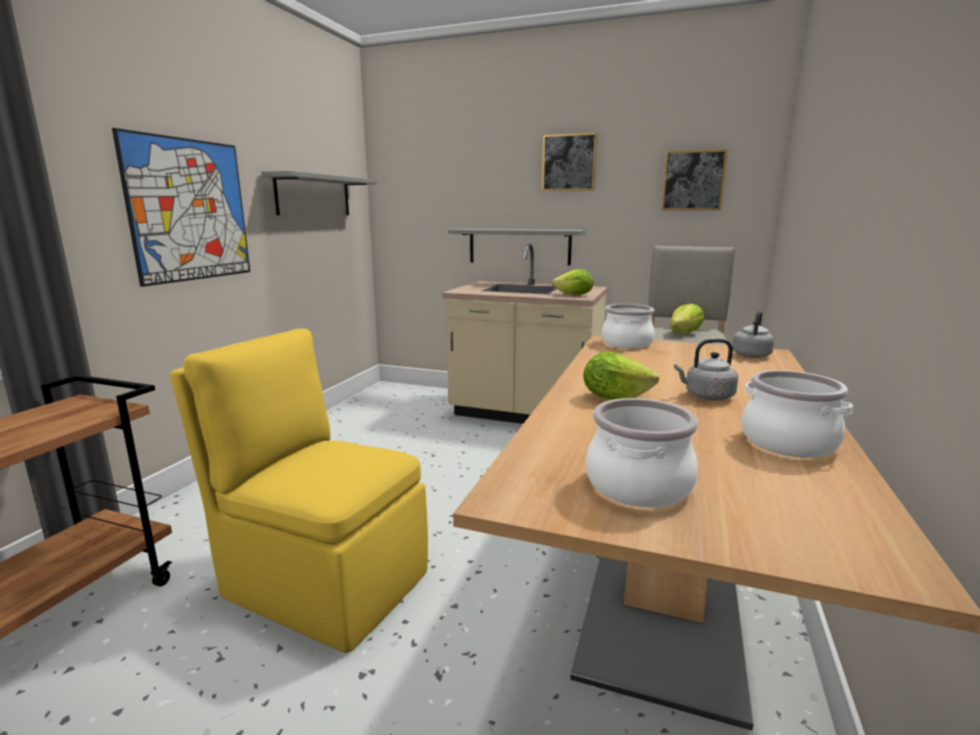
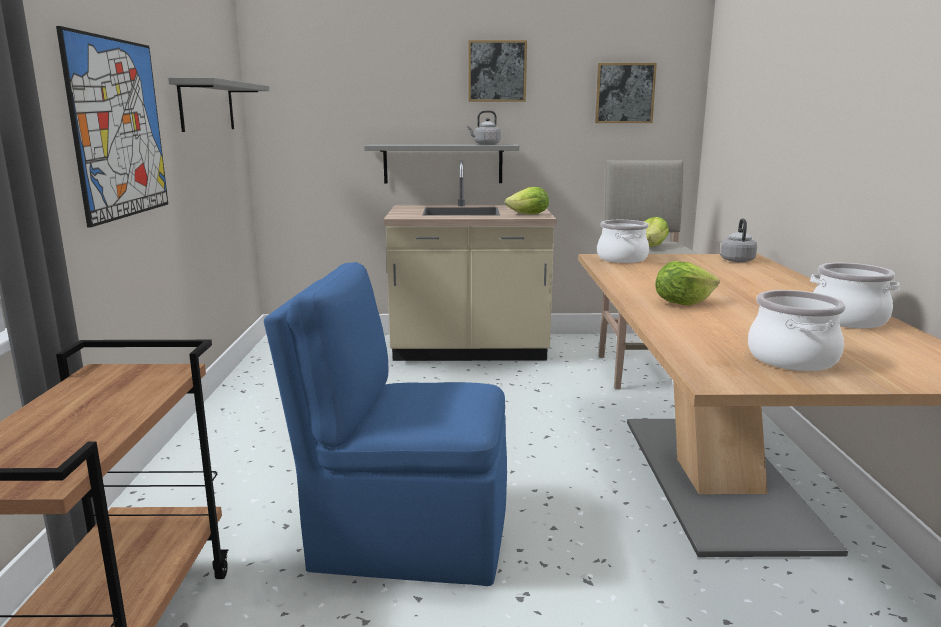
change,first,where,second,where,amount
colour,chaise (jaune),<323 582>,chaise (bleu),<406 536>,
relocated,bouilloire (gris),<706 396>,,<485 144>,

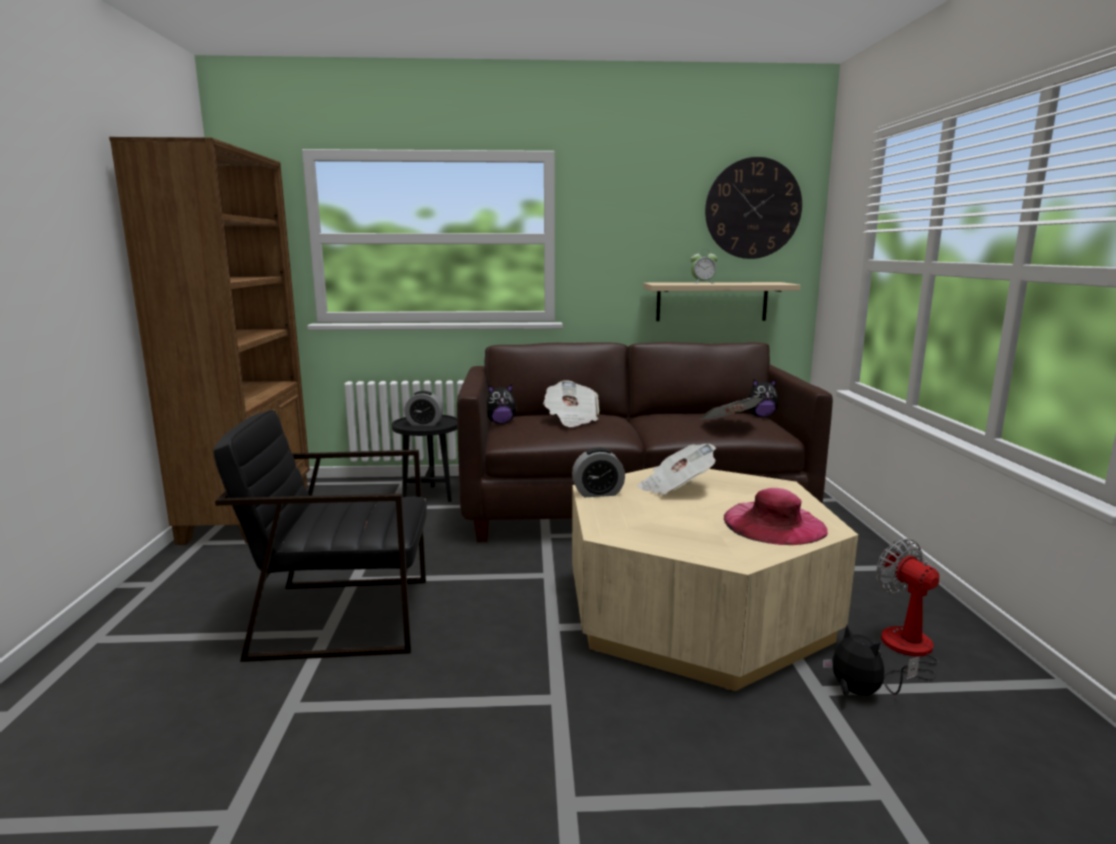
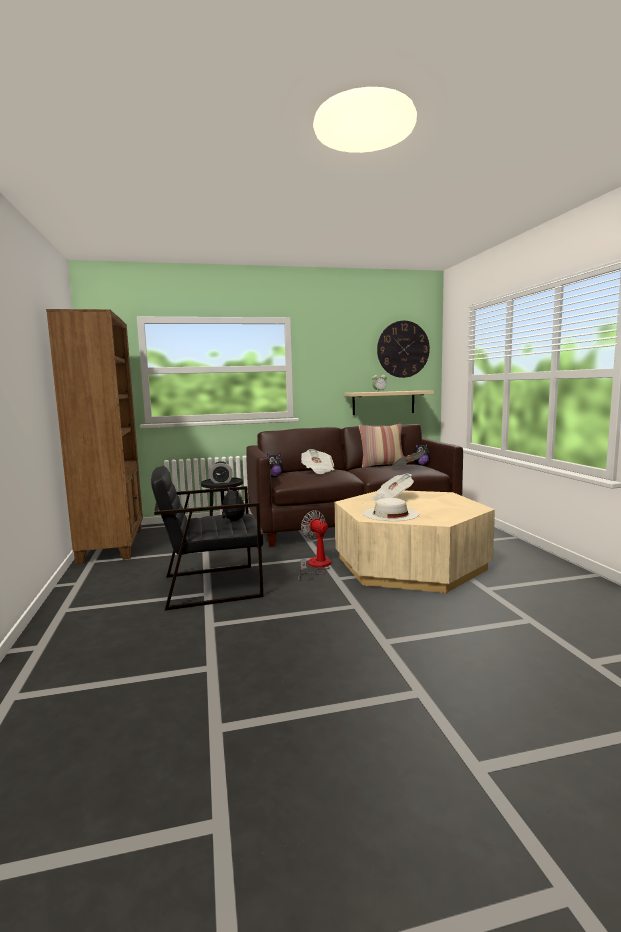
change,first,where,second,where,amount
missing,réveil,<598 493>,,,
missing,chapeau (rose),<774 523>,,,
relocated,ventilateur,<905 652>,,<316 566>,
relocated,peluche,<852 691>,,<232 520>,
appeared,,,coussin,<382 465>,
appeared,,,chapeau (blanc),<390 514>,

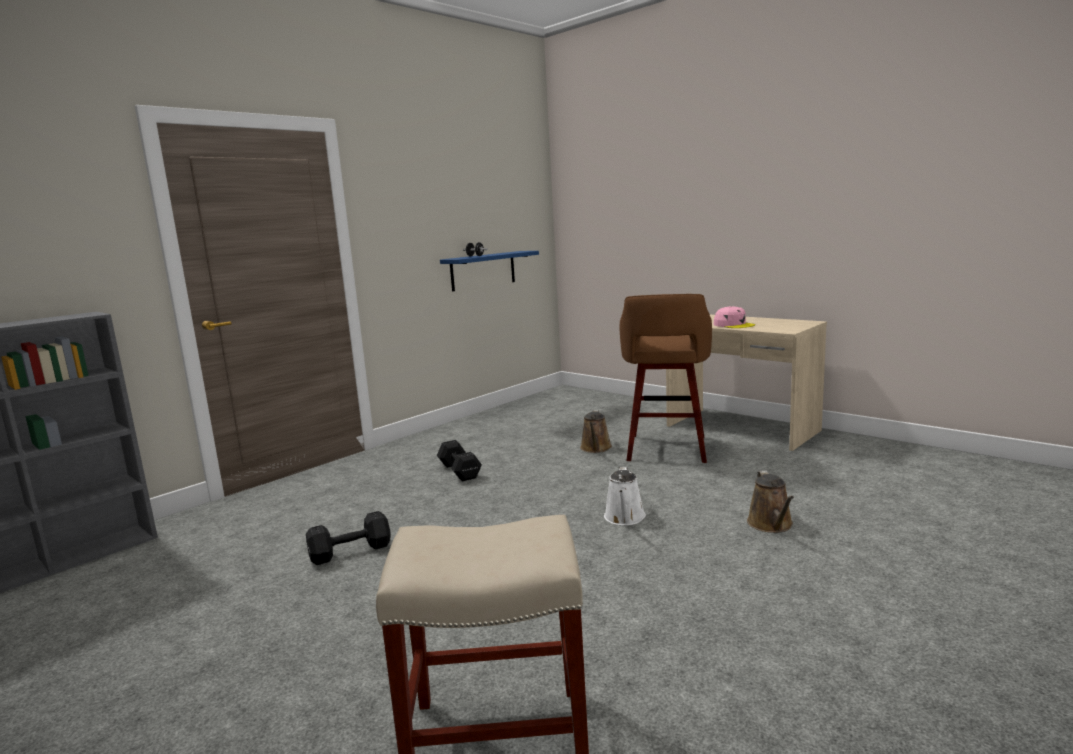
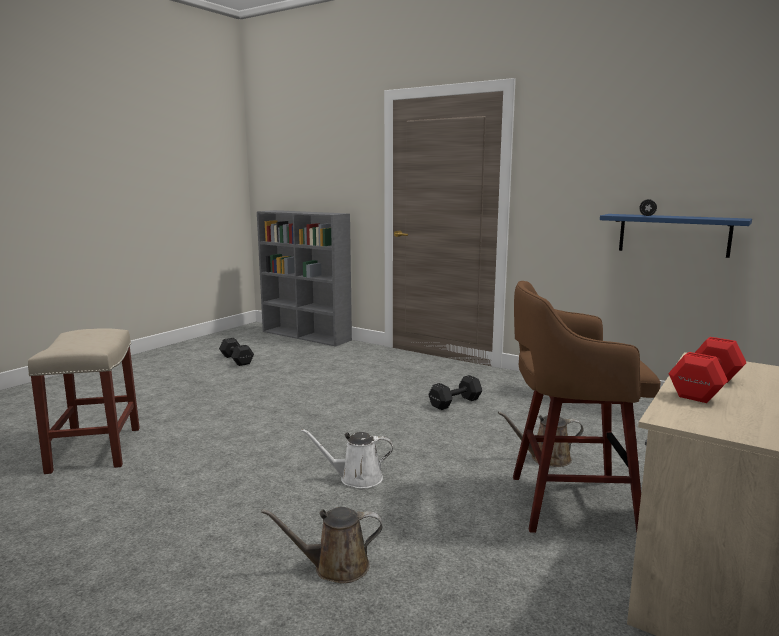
change,first,where,second,where,amount
exchanged,casquette (rose),<733 325>,haltère (rouge),<707 387>,
relocated,haltère (noir),<348 552>,,<236 359>,

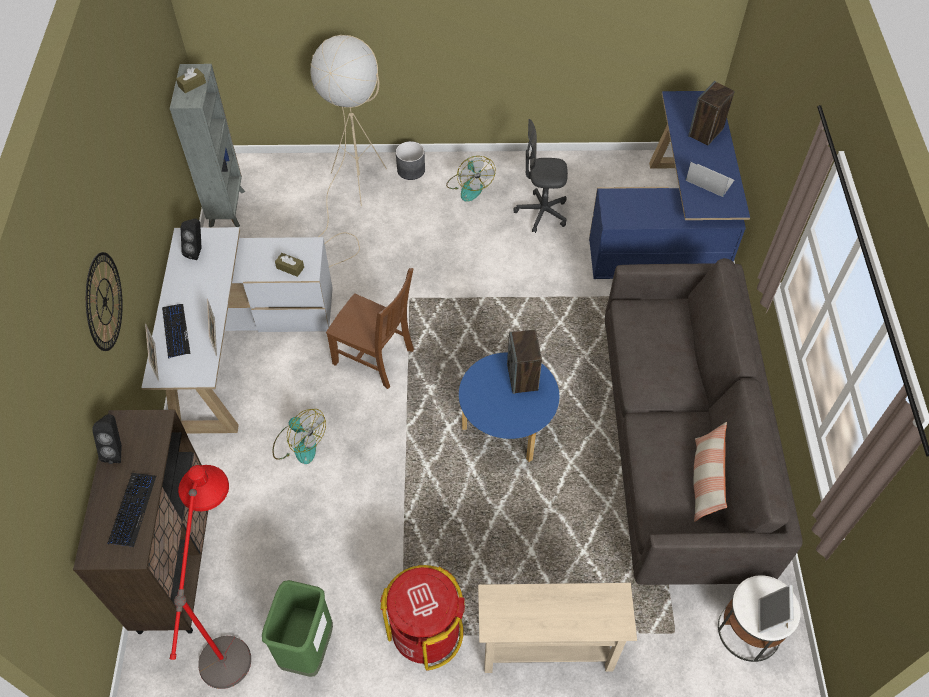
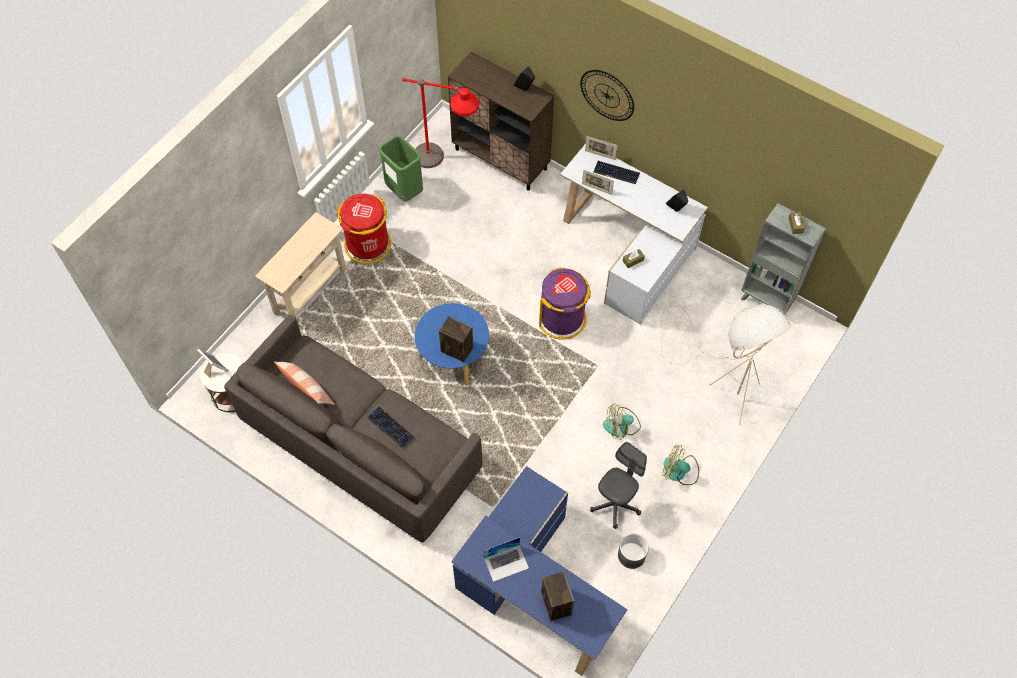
change,first,where,second,where,amount
relocated,cache-pot (gris),<411 169>,,<631 555>,
exchanged,chaise (marron),<376 358>,poubelle (violet),<562 318>,
relocated,ventilateur,<299 443>,,<621 426>,
relocated,clavier,<132 509>,,<390 427>,

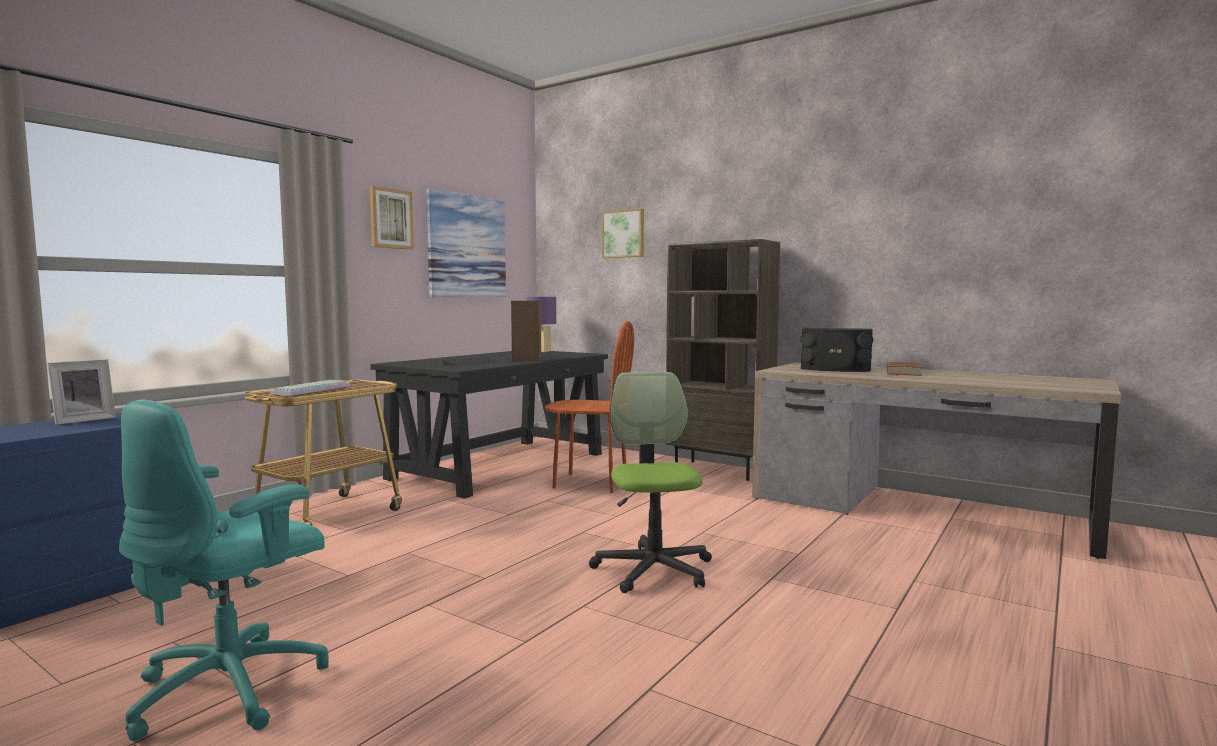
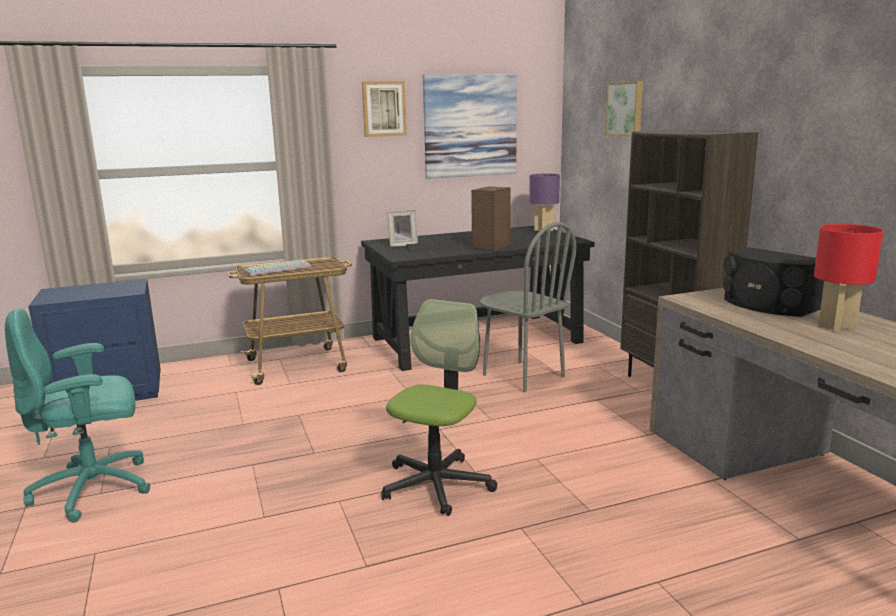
change,first,where,second,where,amount
colour,chaise (marron),<590 482>,chaise (gris),<523 376>,
relocated,cadre photo,<83 420>,,<402 245>,
exchanged,livre (marron),<903 372>,lampe de table (rouge),<836 326>,

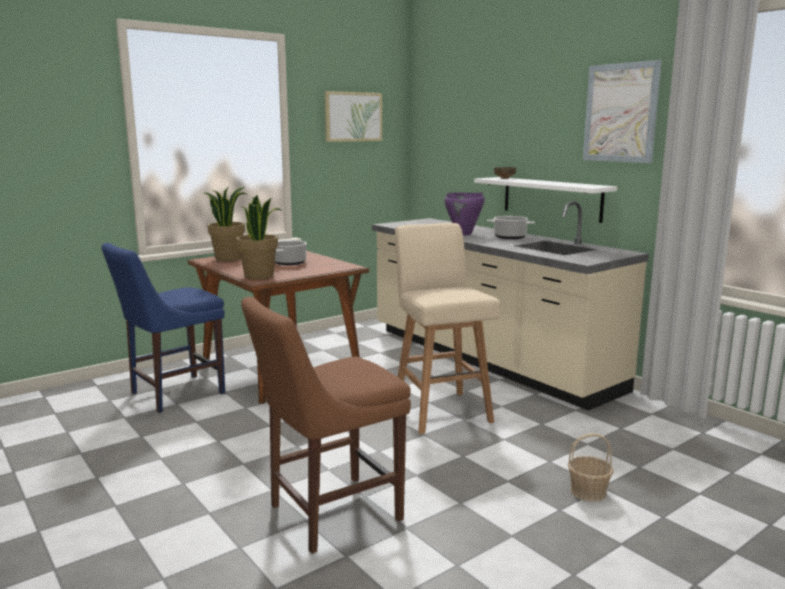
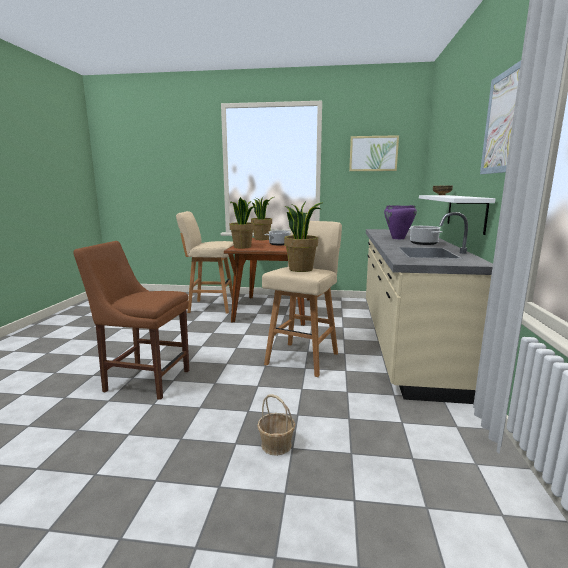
change,first,where,second,where,amount
exchanged,chaise (bleu),<173 394>,tabouret (beige),<210 306>,
appeared,,,plante en pot,<301 269>,

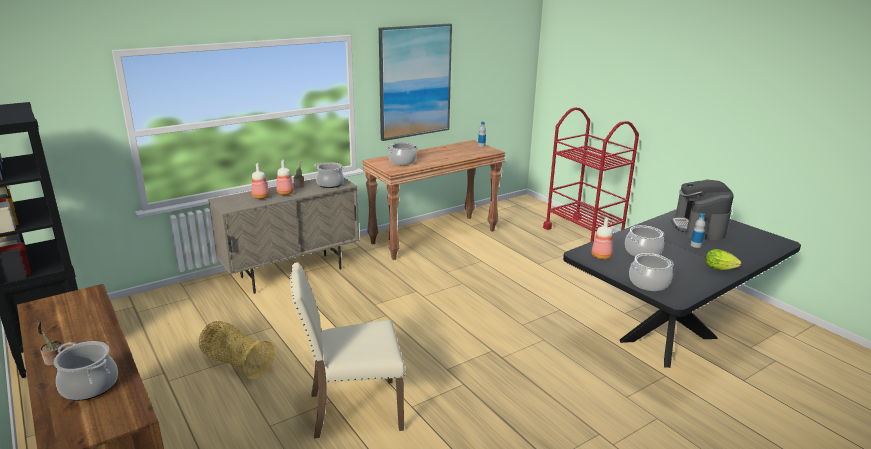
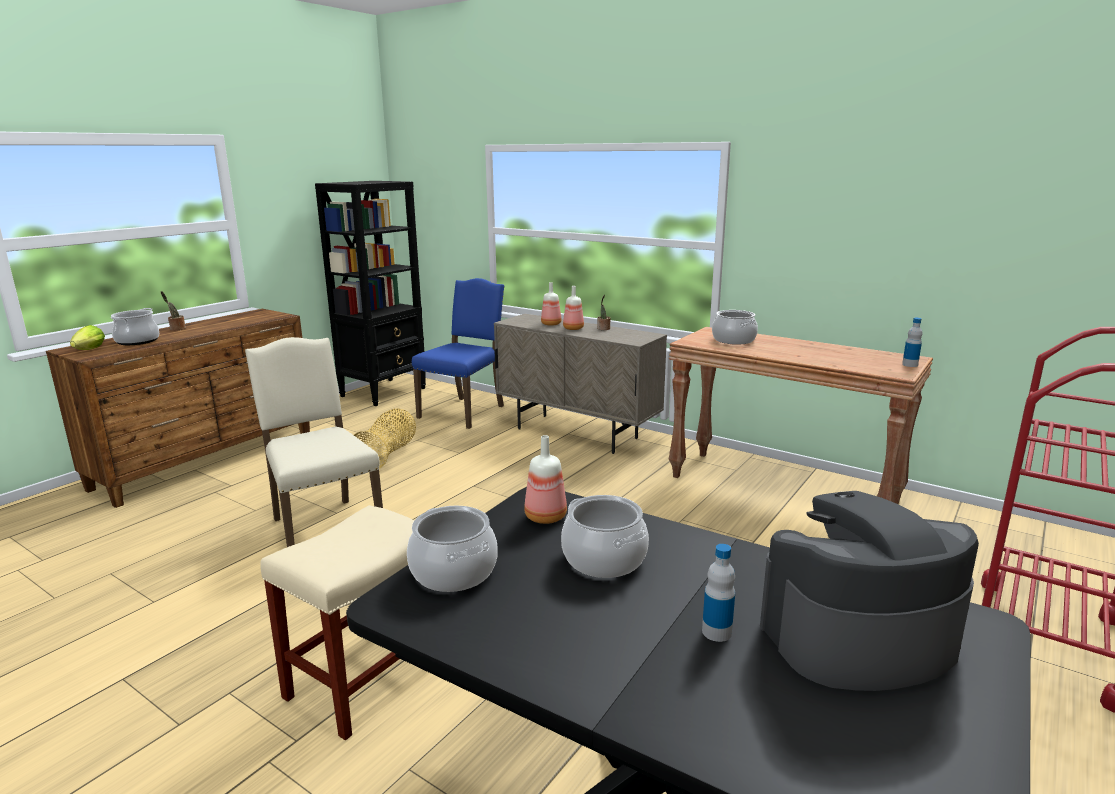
change,first,where,second,where,amount
missing,tableau,<415 81>,,,
missing,marmite,<330 184>,,,
relocated,laitue,<721 269>,,<88 350>,
appeared,,,chaise (bleu),<464 411>,
appeared,,,tabouret (beige),<366 678>,

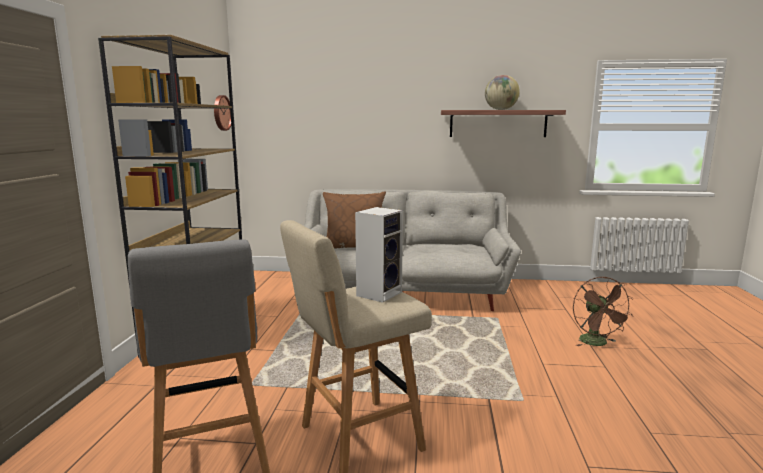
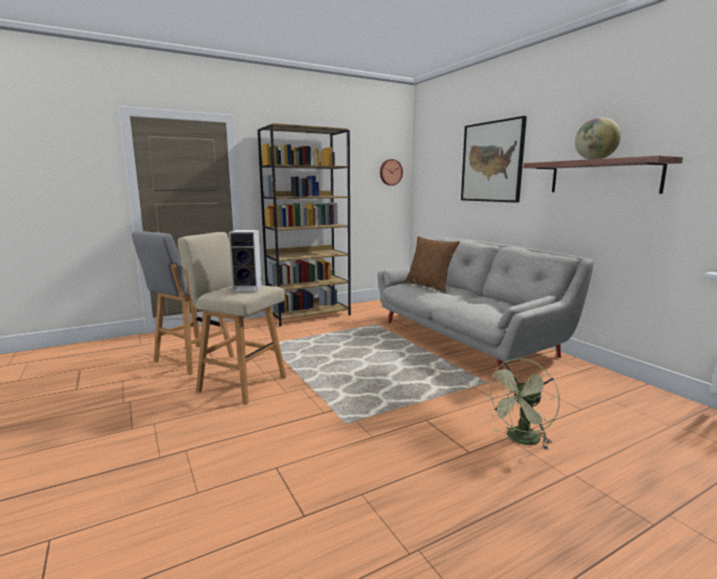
change,first,where,second,where,amount
colour,ventilateur (marron),<597 343>,ventilateur (vert),<520 440>,
appeared,,,tableau,<492 162>,

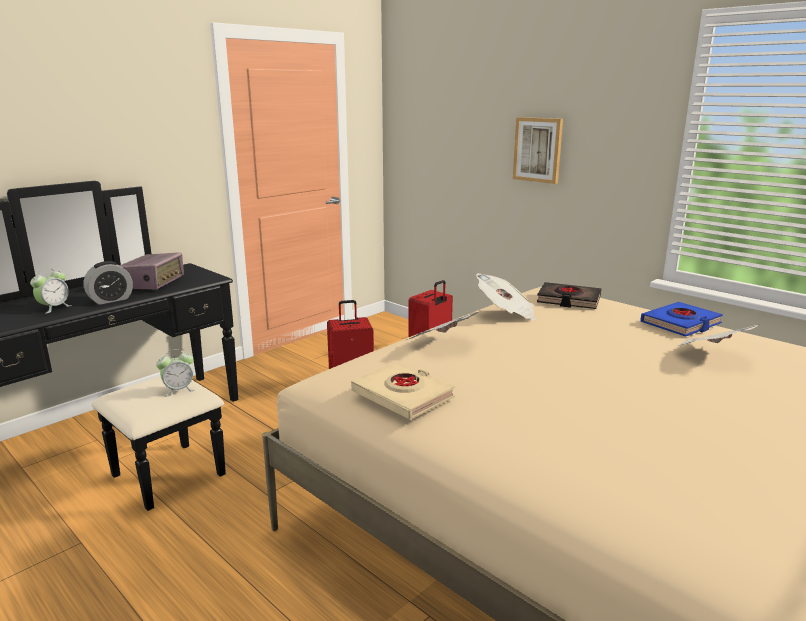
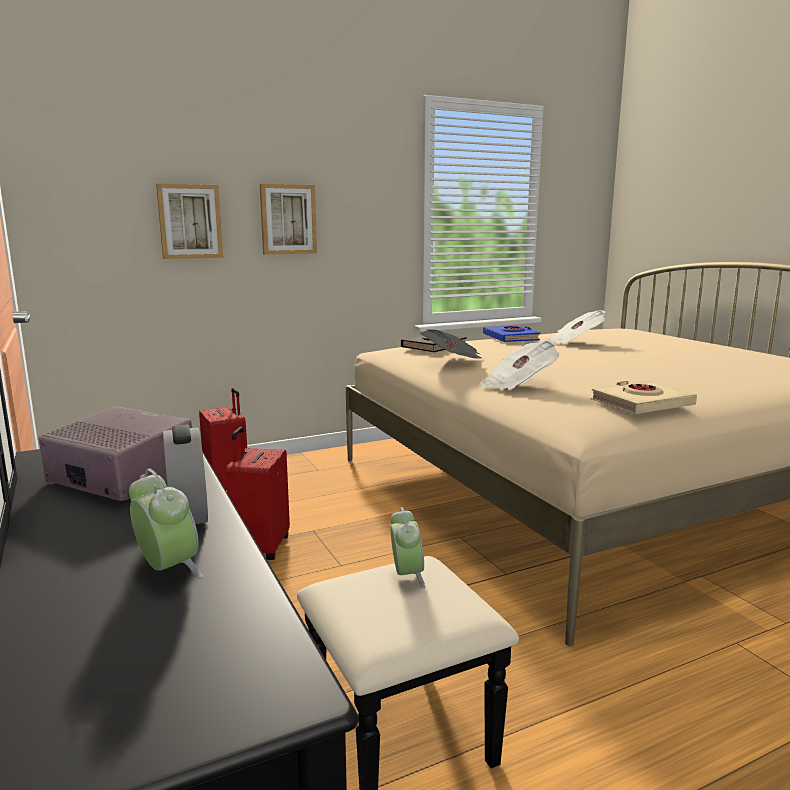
change,first,where,second,where,amount
appeared,,,tableau,<190 221>,

